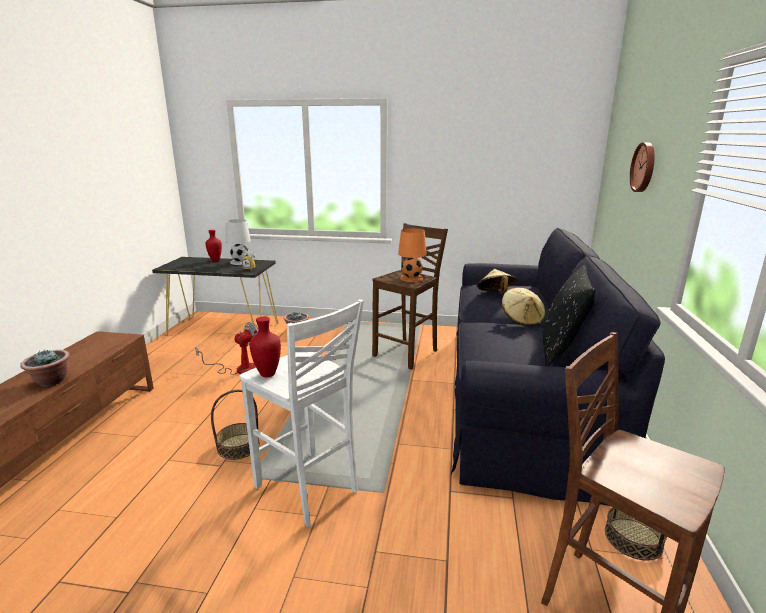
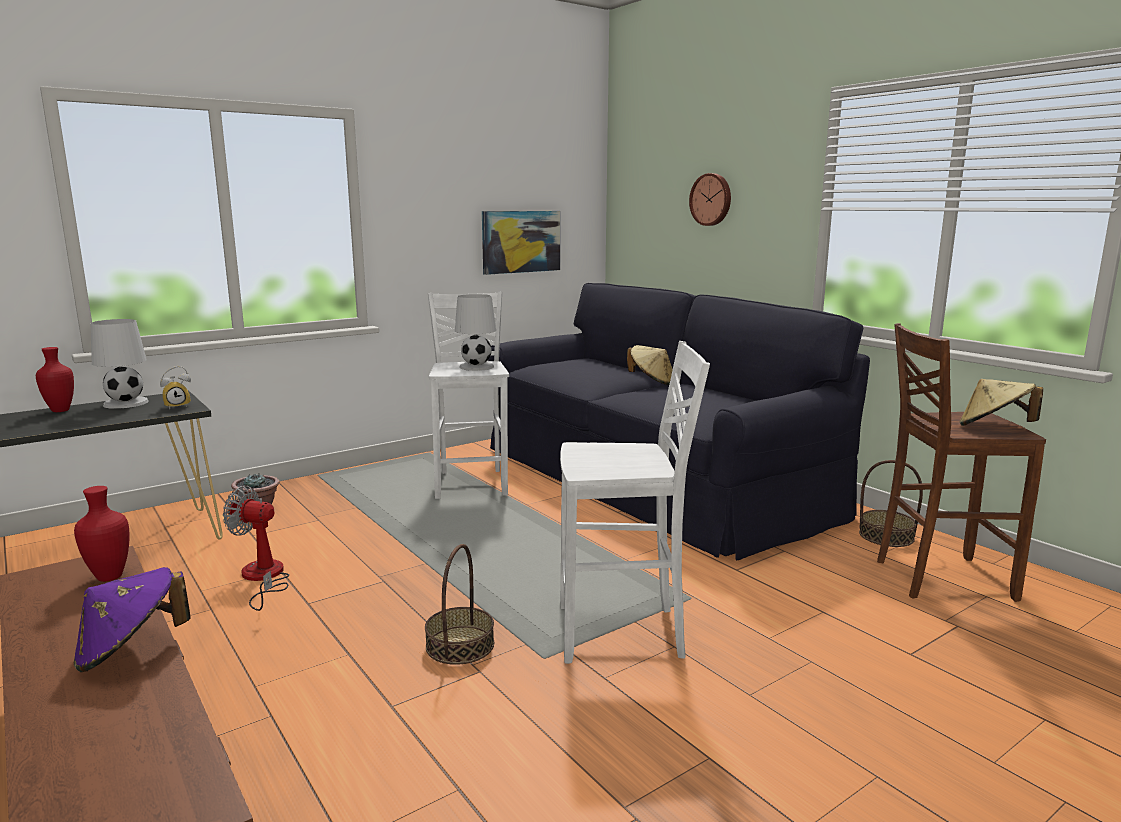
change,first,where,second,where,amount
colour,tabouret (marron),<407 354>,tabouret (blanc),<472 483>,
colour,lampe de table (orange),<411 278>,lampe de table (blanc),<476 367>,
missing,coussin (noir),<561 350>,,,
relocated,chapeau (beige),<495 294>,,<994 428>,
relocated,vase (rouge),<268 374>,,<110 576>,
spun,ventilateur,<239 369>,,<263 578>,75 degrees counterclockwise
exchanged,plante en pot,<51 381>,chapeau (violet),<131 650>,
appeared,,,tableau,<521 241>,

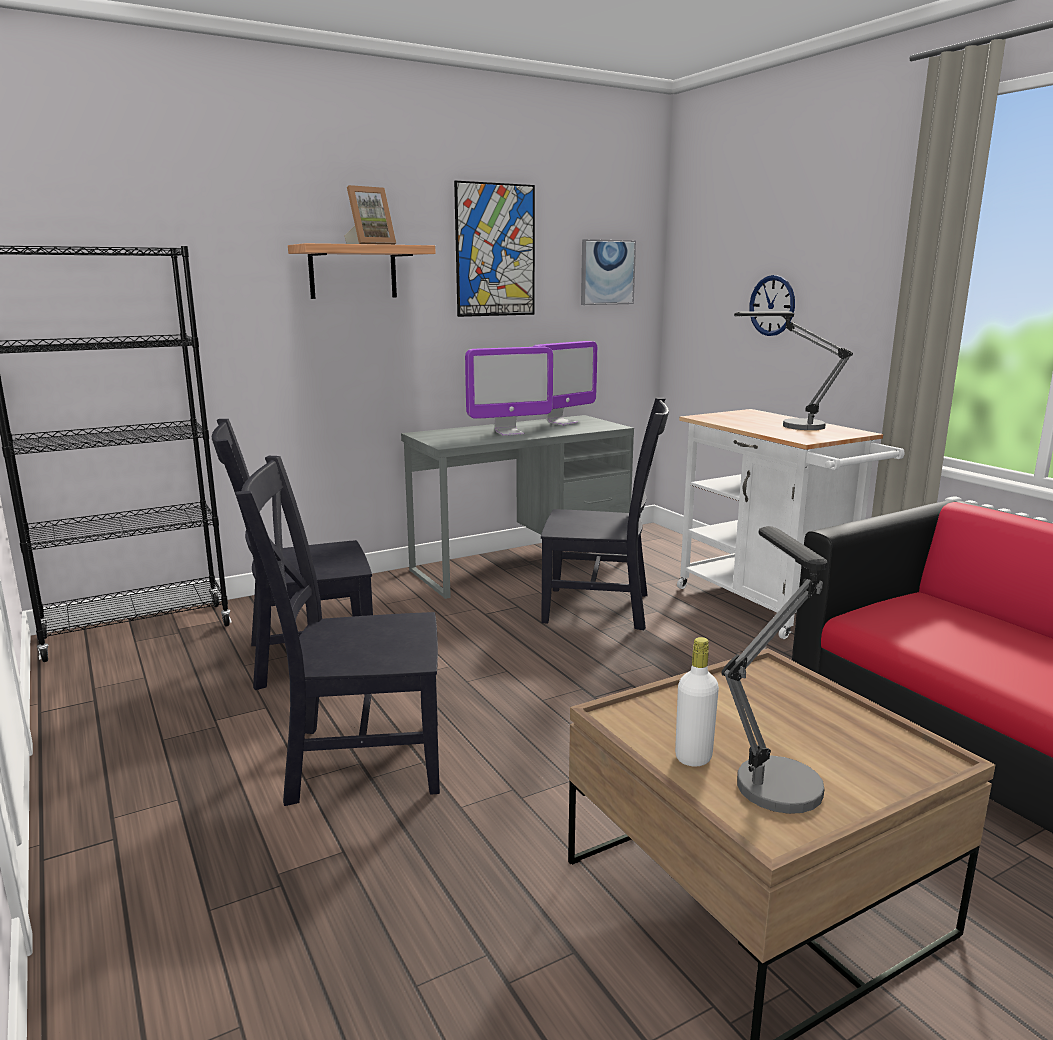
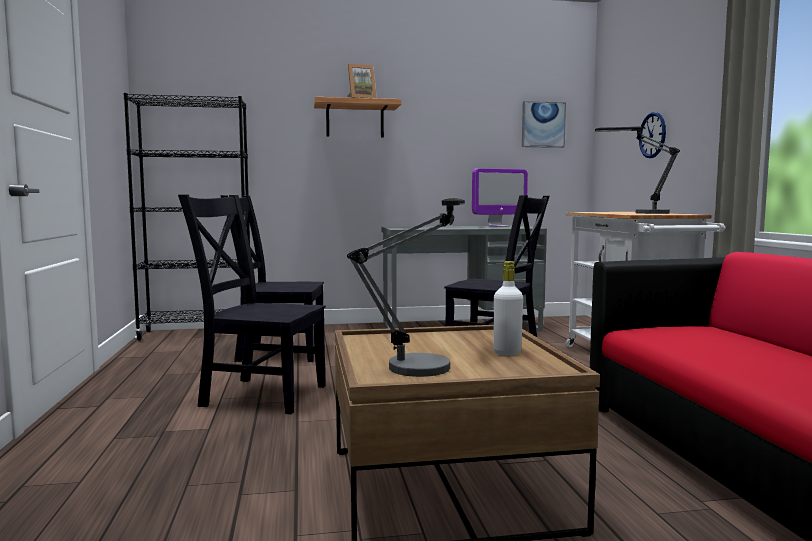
change,first,where,second,where,amount
missing,tableau,<495 250>,,,
missing,écran d'ordinateur,<509 433>,,,
relocated,bouteille (blanc),<693 757>,,<507 353>,

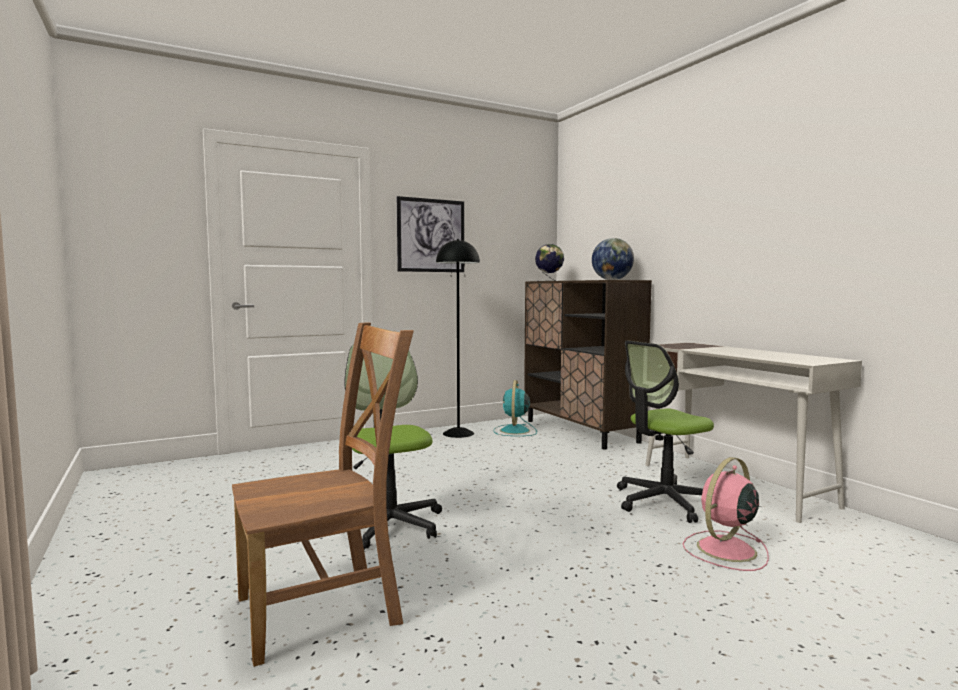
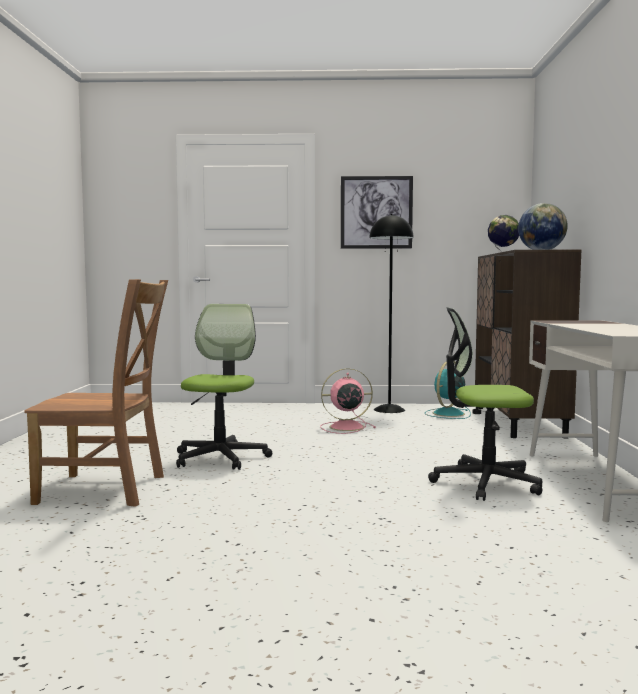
change,first,where,second,where,amount
relocated,ventilateur (rose),<725 550>,,<345 427>,

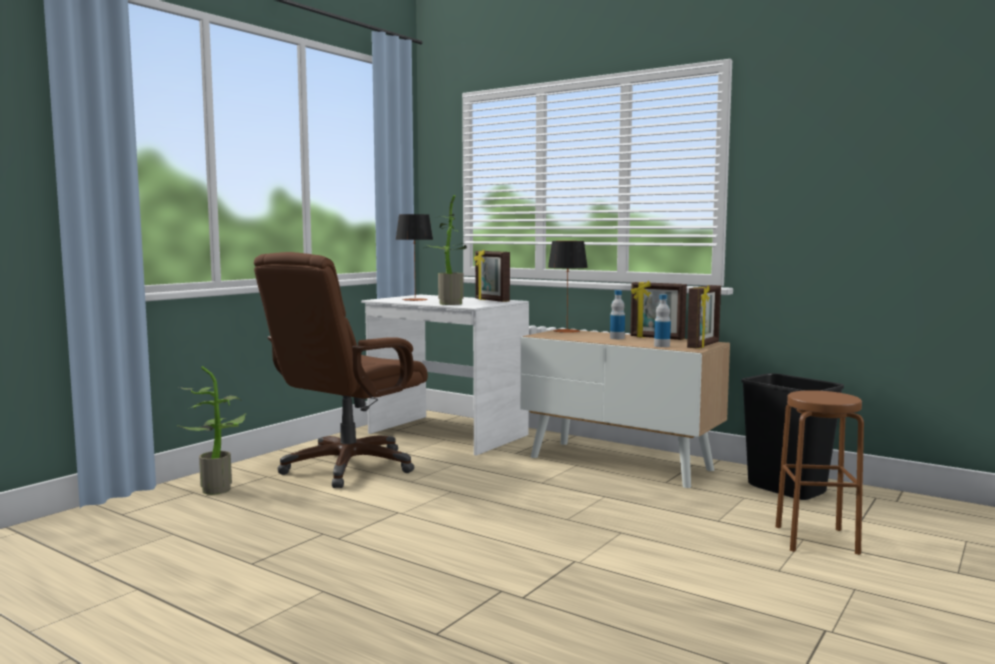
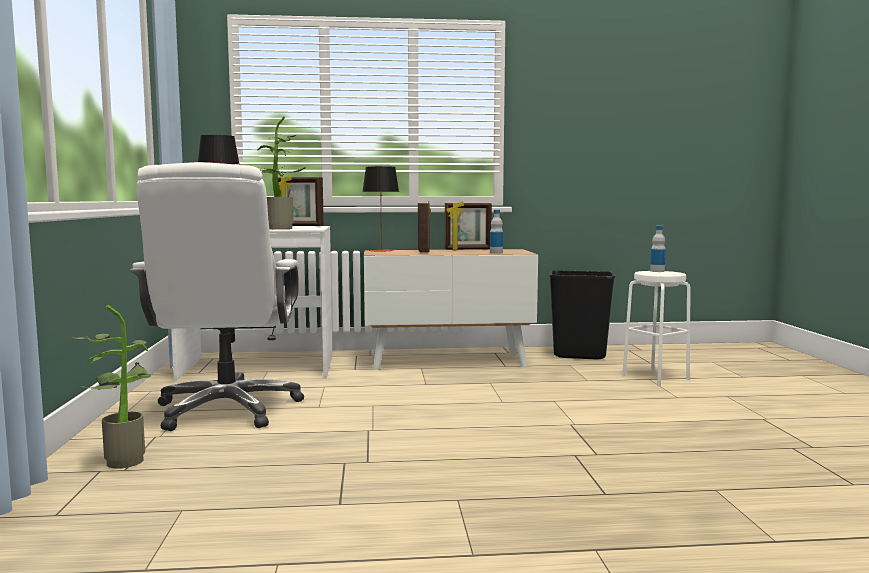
change,first,where,second,where,amount
colour,chaise de bureau (marron),<348 467>,chaise de bureau (blanc),<227 410>,
relocated,cadre photo,<704 345>,,<424 251>,
relocated,bouteille,<617 338>,,<657 271>,
colour,tabouret (marron),<816 539>,tabouret (blanc),<655 377>,

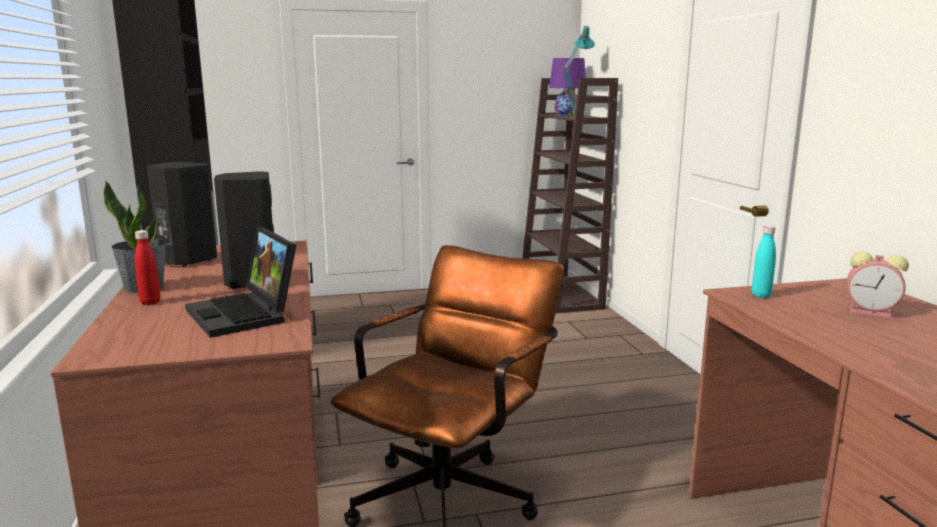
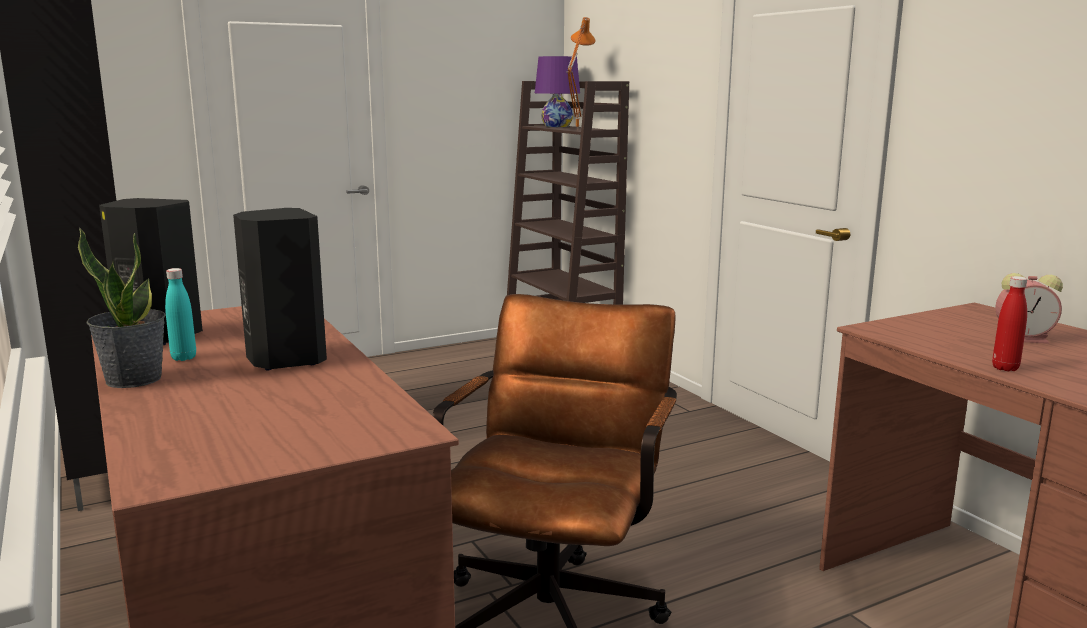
change,first,where,second,where,amount
colour,lampe de table (turquoise),<573 117>,lampe de table (orange),<575 130>,
relocated,bouteille (turquoise),<761 295>,,<184 358>,
missing,ordinateur portable,<246 314>,,,
relocated,bouteille (rouge),<150 302>,,<1005 368>,

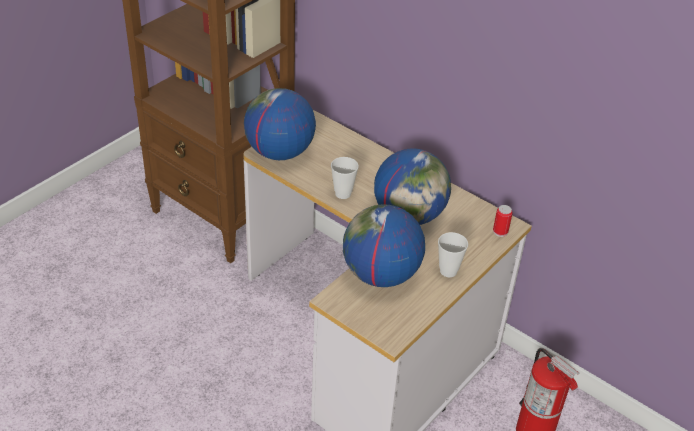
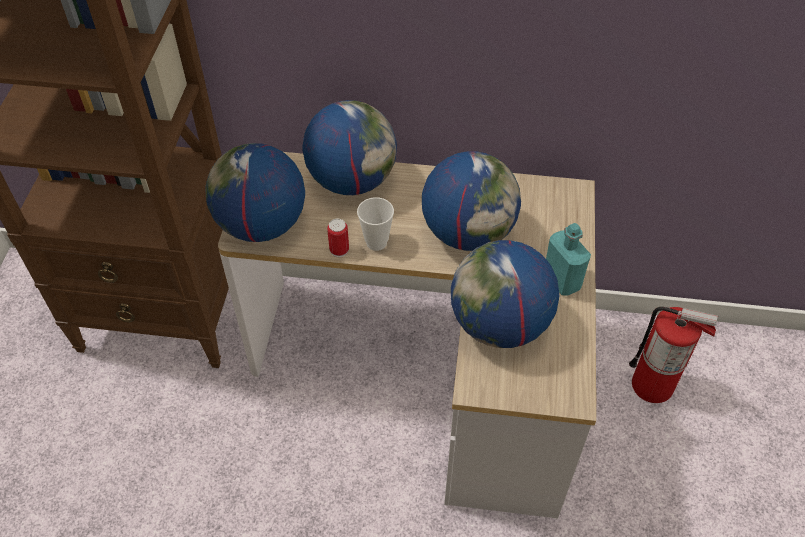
change,first,where,second,where,amount
relocated,boîte métallique,<500 231>,,<339 250>,
exchanged,tasse,<448 271>,bouteille (turquoise),<562 280>,
appeared,,,globe,<352 180>,

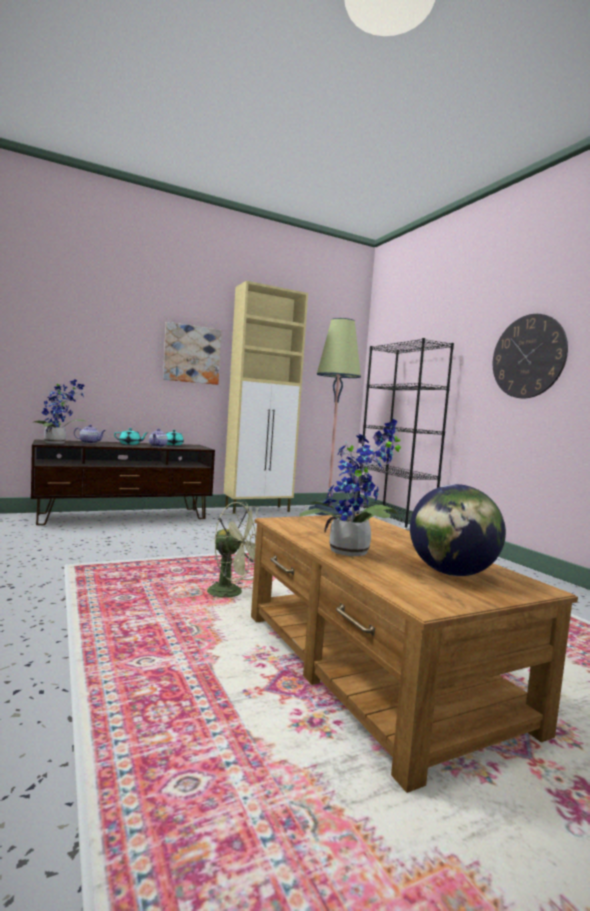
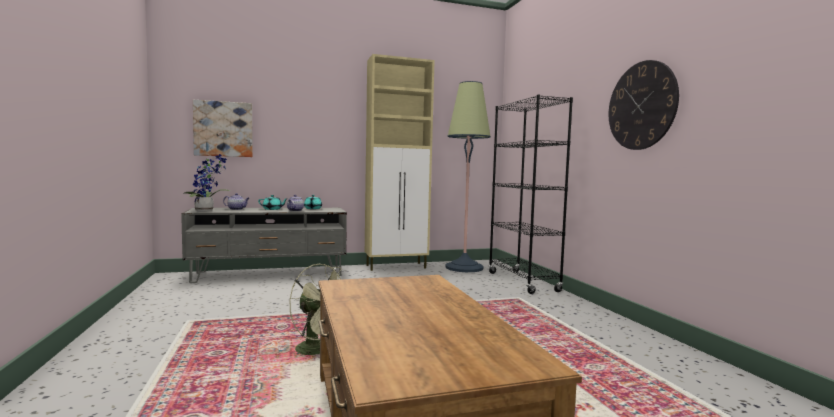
change,first,where,second,where,amount
relocated,tableau,<192 354>,,<223 129>,
missing,plante en pot,<353 553>,,,
colour,meuble télé (marron),<124 516>,meuble télé (gris),<270 274>,
missing,globe,<451 573>,,,

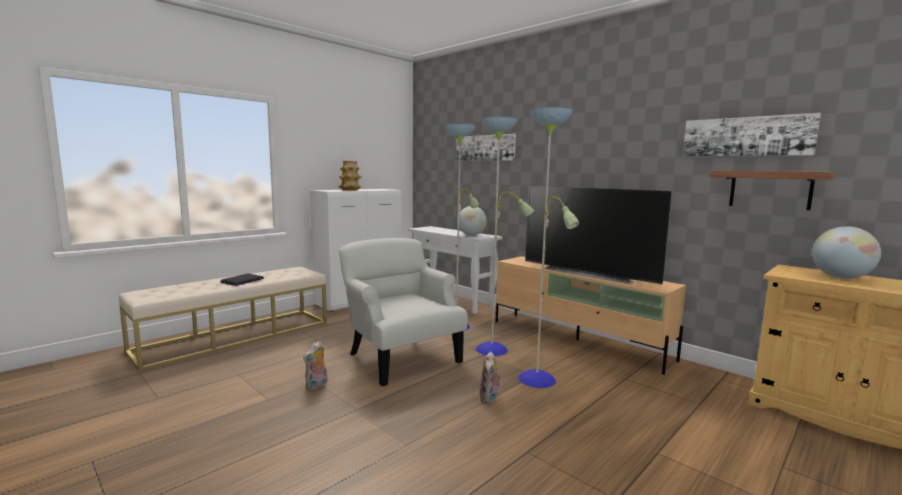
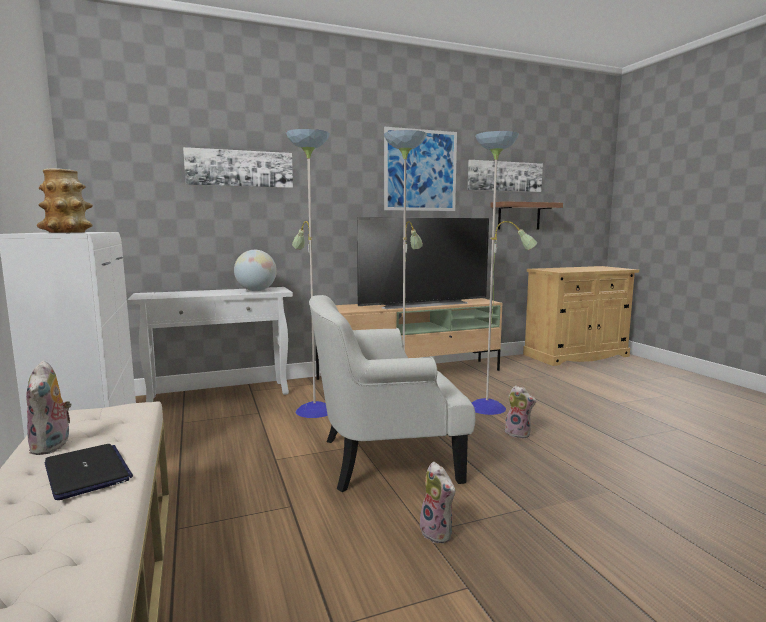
change,first,where,second,where,amount
missing,globe,<841 278>,,,
appeared,,,tableau,<420 170>,
appeared,,,peluche,<52 446>,

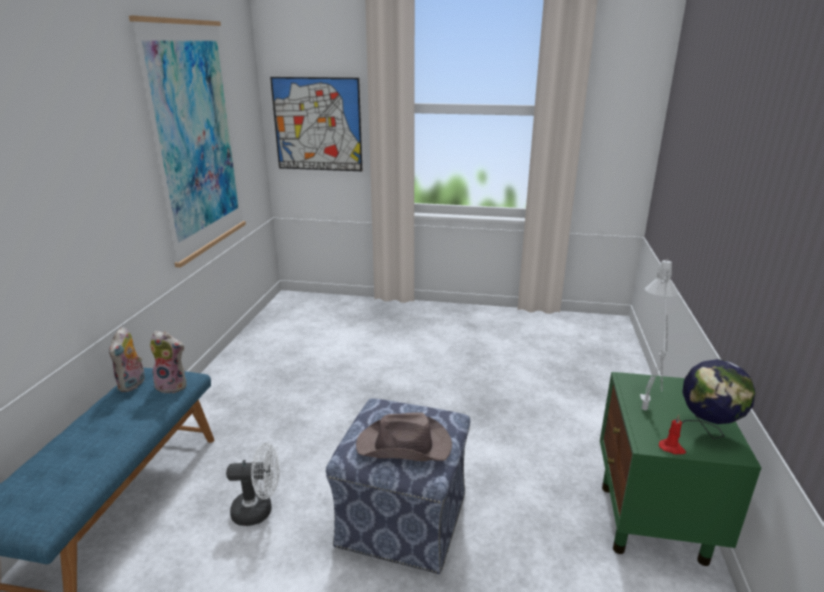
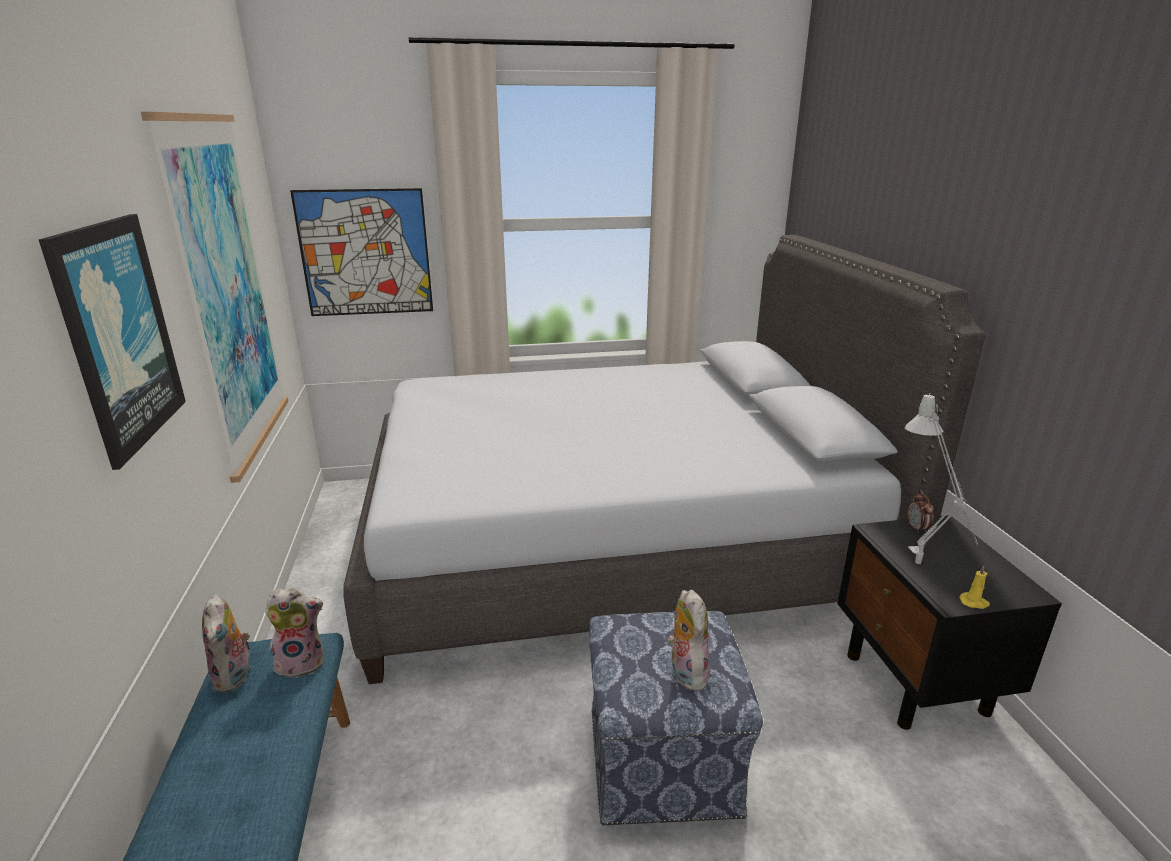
change,first,where,second,where,amount
missing,globe,<707 431>,,,
colour,table de chevet (vert),<652 524>,table de chevet (noir),<917 684>,
exchanged,chapeau (marron),<405 446>,peluche,<685 671>,
colour,bougie (rouge),<672 448>,bougie (jaune),<974 602>,
missing,ventilateur (blanc),<259 511>,,,
appeared,,,tableau,<118 335>,
appeared,,,lit (gris),<614 542>,
appeared,,,réveil,<917 528>,

